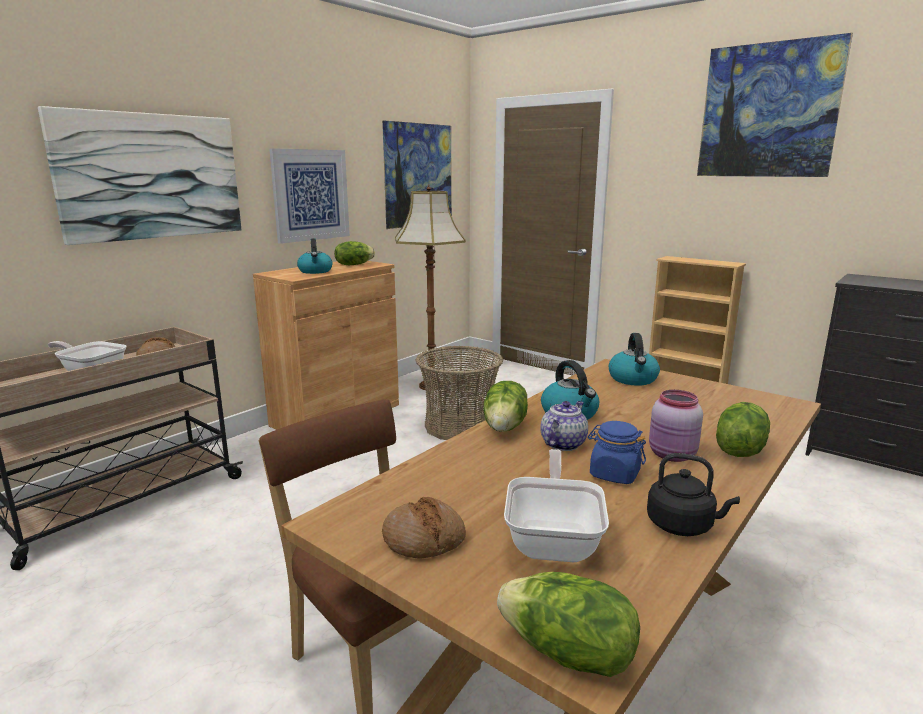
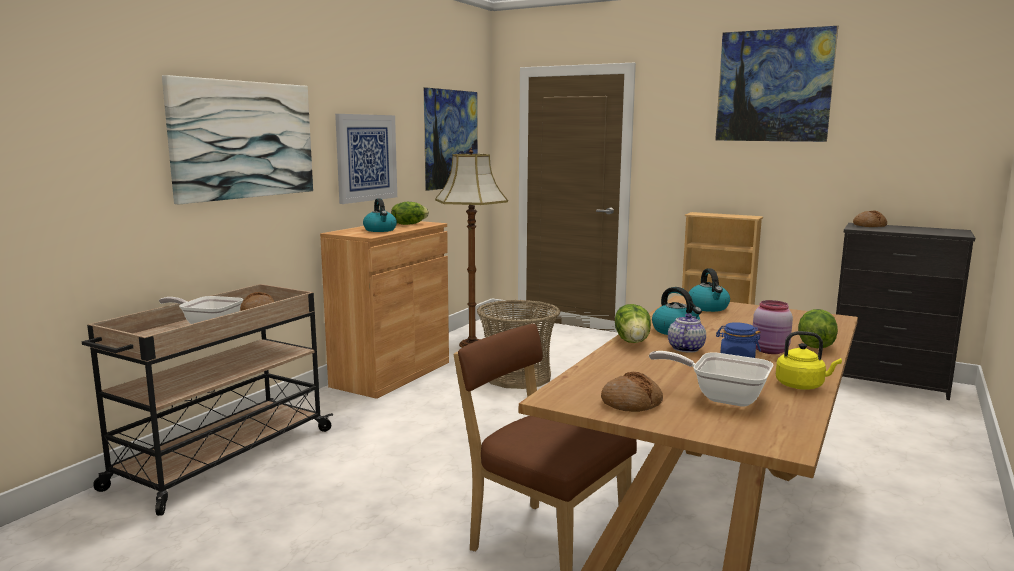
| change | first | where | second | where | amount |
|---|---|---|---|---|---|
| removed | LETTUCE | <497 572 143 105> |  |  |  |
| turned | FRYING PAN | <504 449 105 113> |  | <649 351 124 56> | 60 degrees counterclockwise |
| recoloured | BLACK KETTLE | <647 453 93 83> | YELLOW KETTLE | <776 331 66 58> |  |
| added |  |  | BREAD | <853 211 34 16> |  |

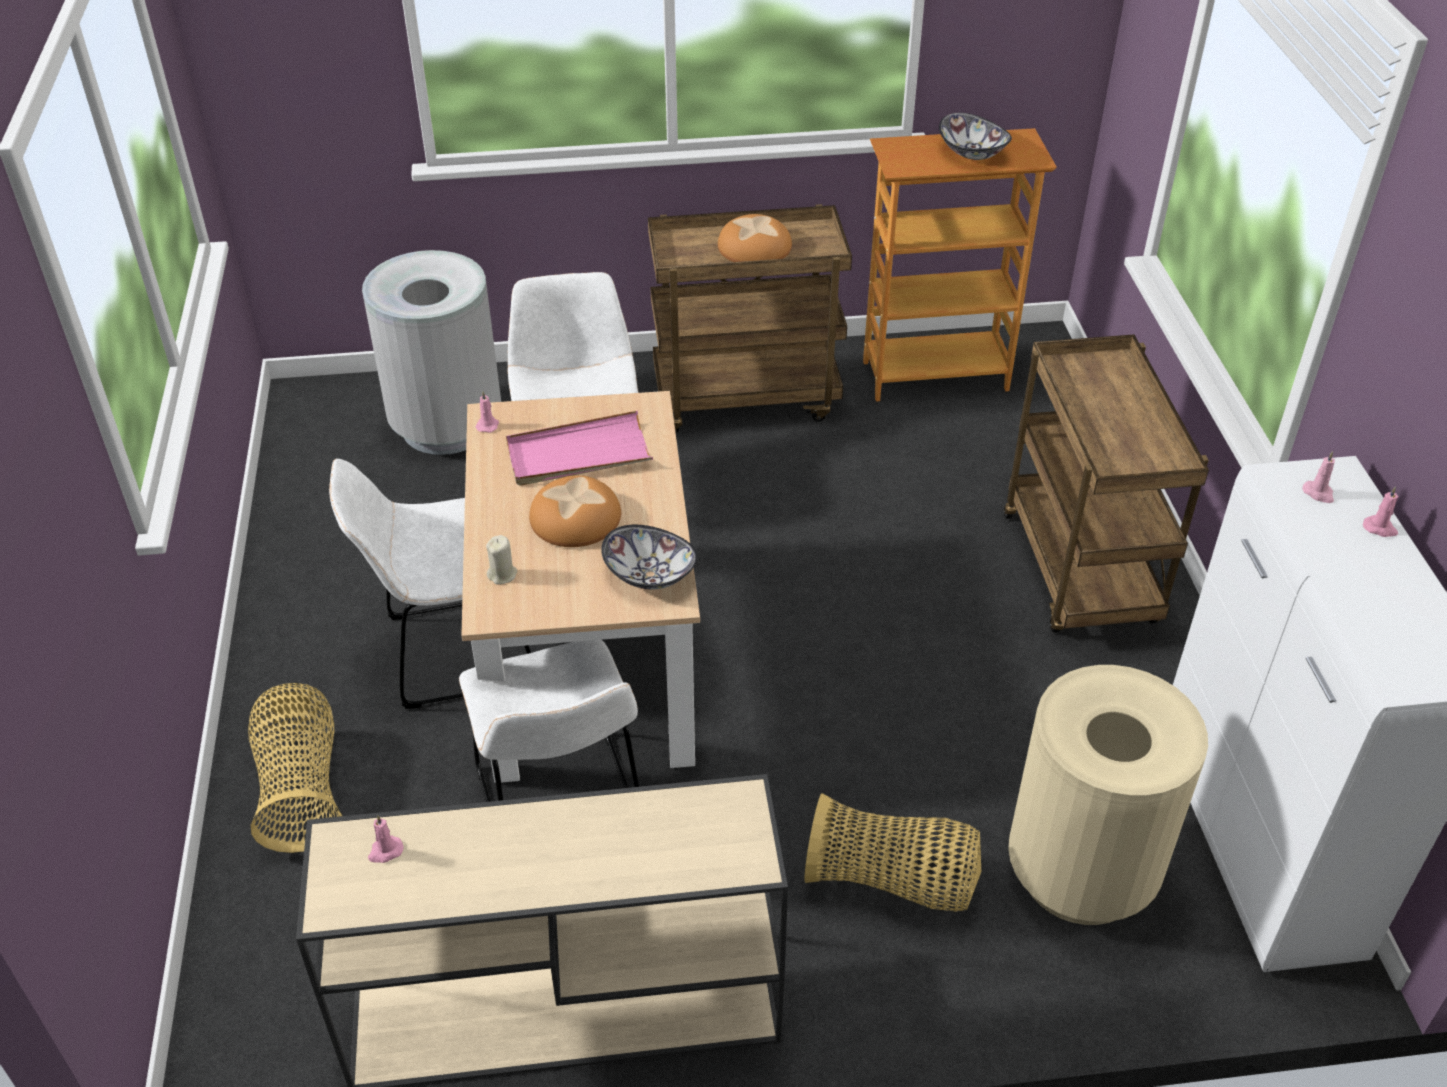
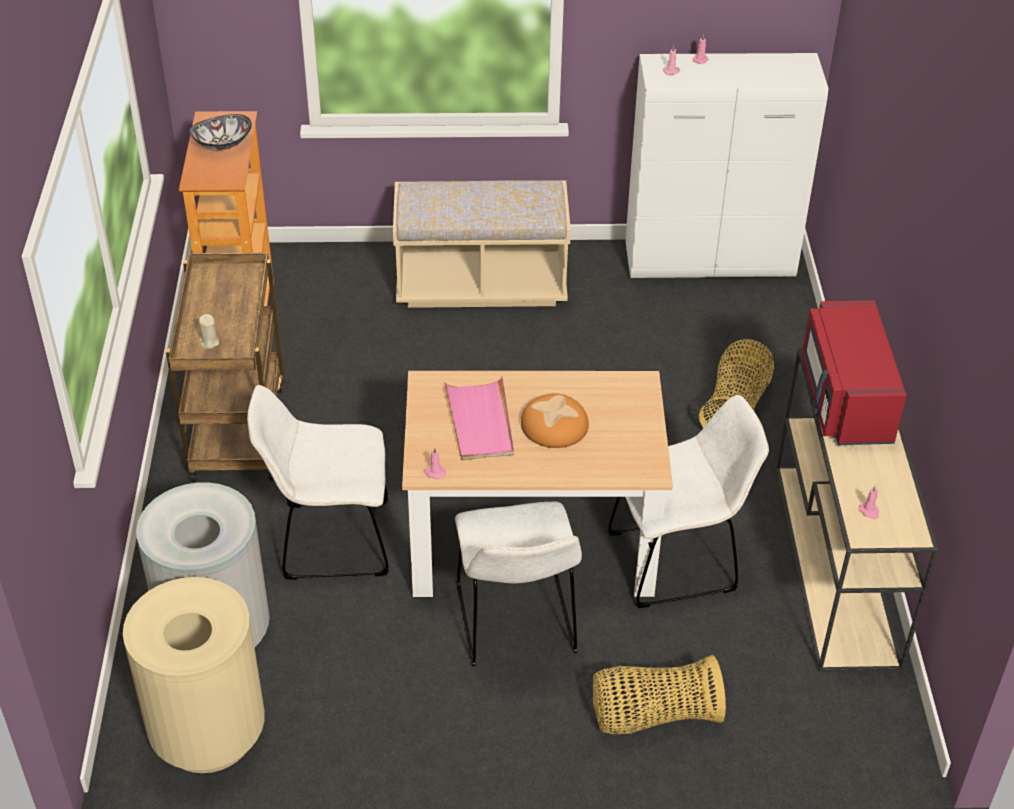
| change | first | where | second | where | amount |
|---|---|---|---|---|---|
| moved | BEIGE CANDLE | <486 535 31 50> |  | <199 314 20 35> |  |
| removed | BOWL | <601 525 96 64> |  |  |  |
| removed | BREAD | <718 214 74 48> |  |  |  |
| replaced | BROWN CART | <1004 334 205 299> | BEIGE BENCH | <393 180 178 128> |  |
| moved | BEIGE TRASH CAN | <1008 665 200 260> |  | <123 577 142 196> |  |
| added |  |  | RED MICROWAVE | <802 300 105 145> |  |

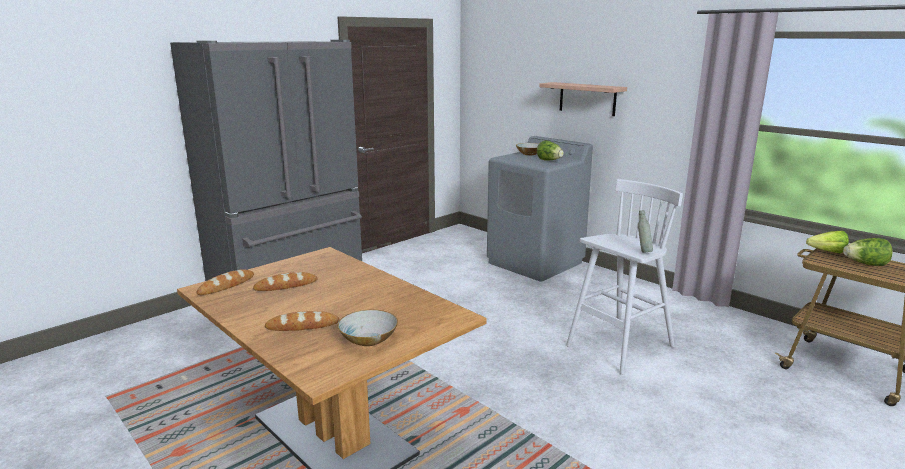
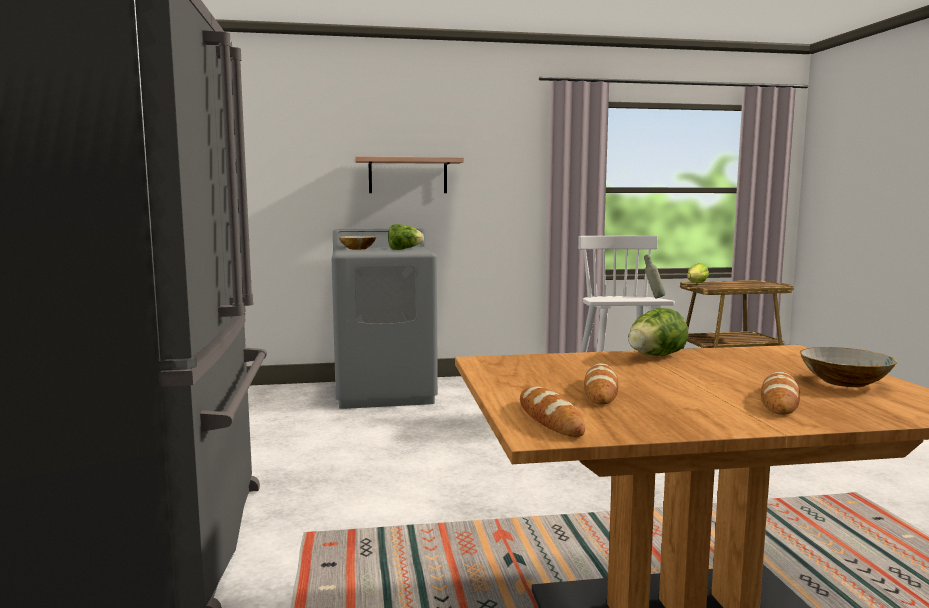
| change | first | where | second | where | amount |
|---|---|---|---|---|---|
| moved | LETTUCE | <843 238 50 28> |  | <628 308 60 48> |  |

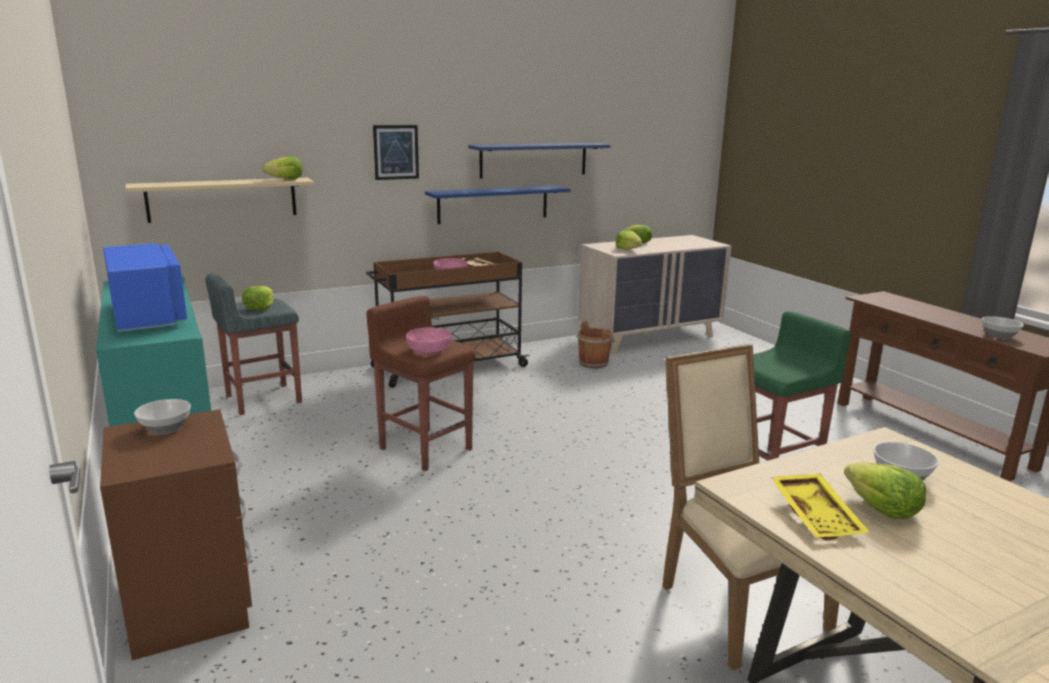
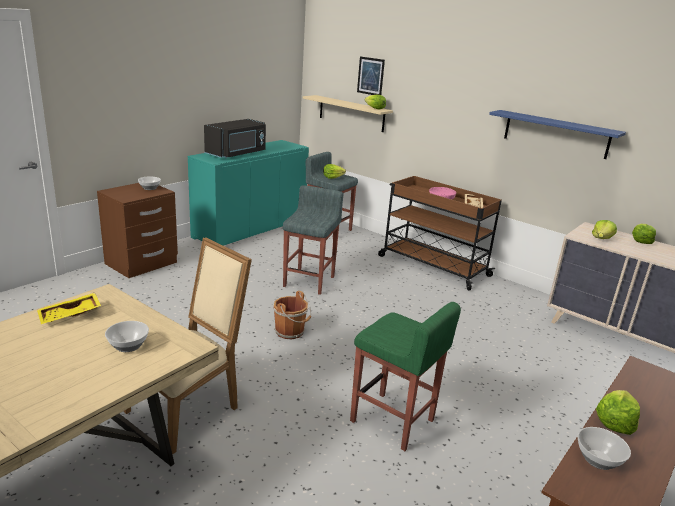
| change | first | where | second | where | amount |
|---|---|---|---|---|---|
| recoloured | BLUE MICROWAVE | <103 243 84 89> | BLACK MICROWAVE | <204 119 62 39> |  |
| recoloured | BROWN STOOL | <366 296 110 175> | GREY STOOL | <283 185 61 110> |  |
| moved | PICTURE | <373 125 46 55> |  | <357 56 28 39> |  |
| removed | PINK BOWL | <406 327 45 28> |  |  |  |
| removed | BLUE SHELF | <425 185 146 39> |  |  |  |
| moved | BROWN BUCKET | <576 321 40 47> |  | <273 291 38 48> |  |
| moved | LETTUCE | <844 463 82 56> |  | <596 390 44 45> |  |

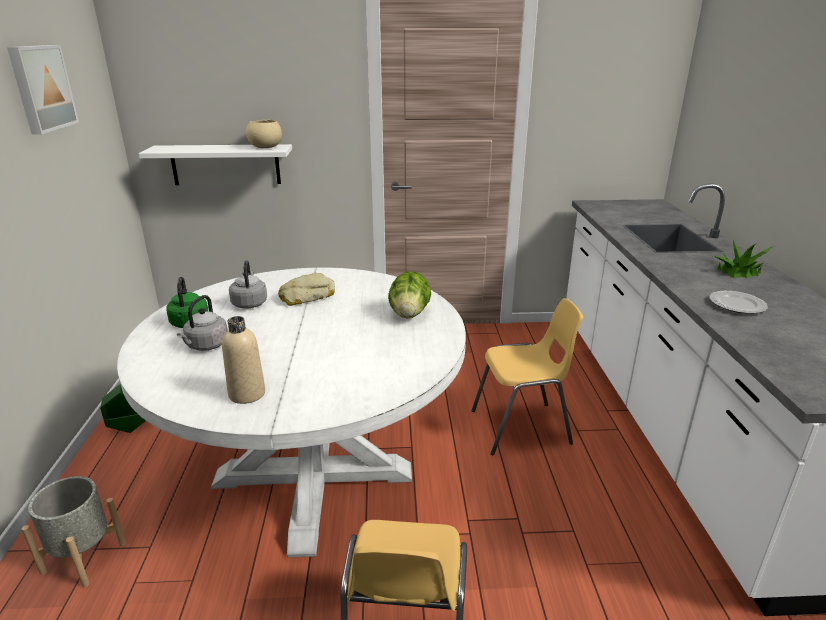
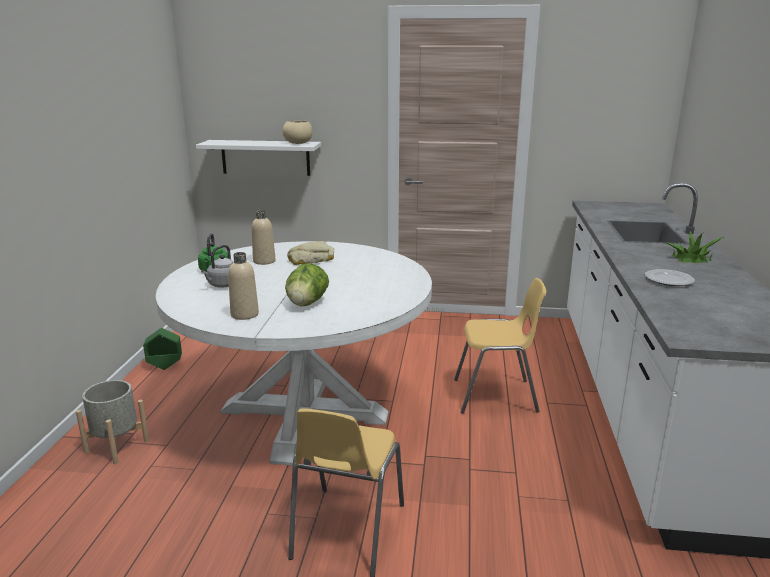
| change | first | where | second | where | amount |
|---|---|---|---|---|---|
| removed | PICTURE | <7 45 72 90> |  |  |  |
| replaced | GREY KETTLE | <229 260 38 48> | BEIGE BOTTLE | <252 210 23 55> |  |
| moved | LETTUCE | <388 271 43 48> |  | <285 263 44 43> |  |

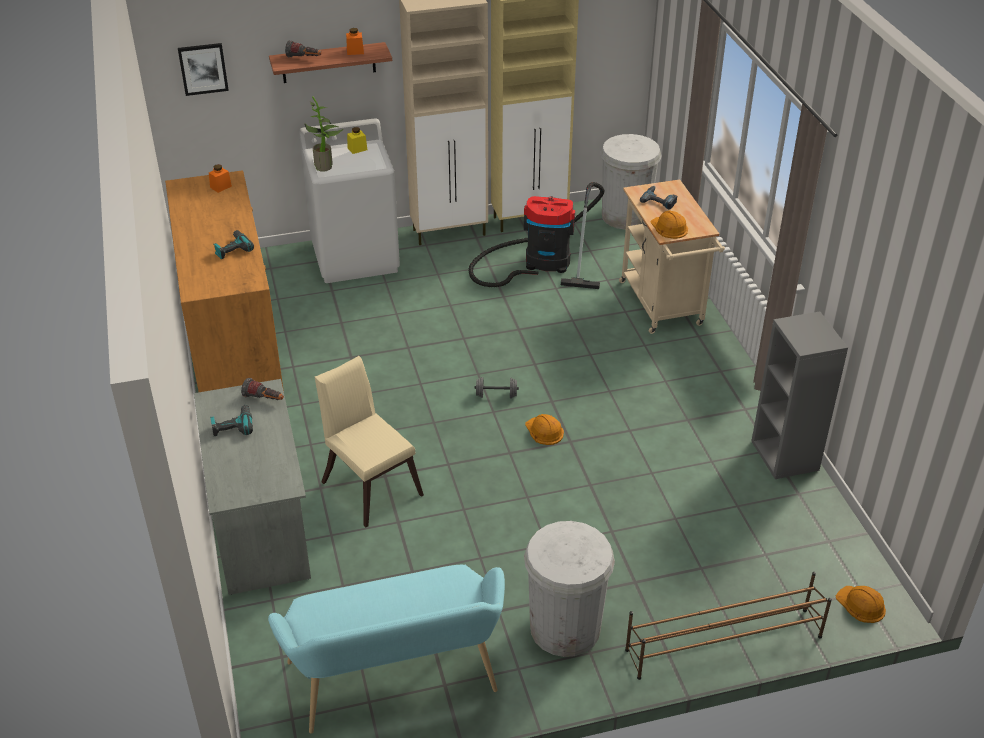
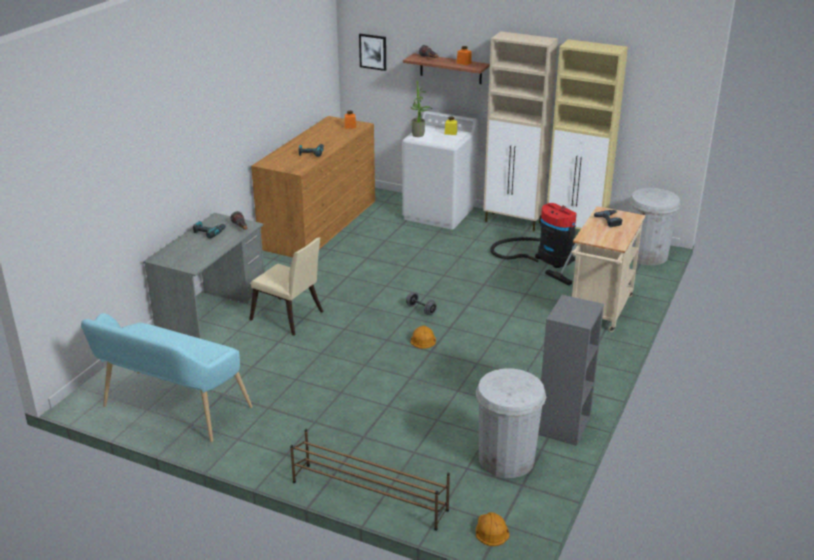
| change | first | where | second | where | amount |
|---|---|---|---|---|---|
| turned | BEIGE CHAIR | <315 356 109 171> |  | <249 237 75 99> | 120 degrees clockwise |
| moved | WHITE TRASH CAN | <524 521 91 136> |  | <476 369 70 109> |  |
| removed | ORANGE HARD HAT | <650 210 38 29> |  |  |  |

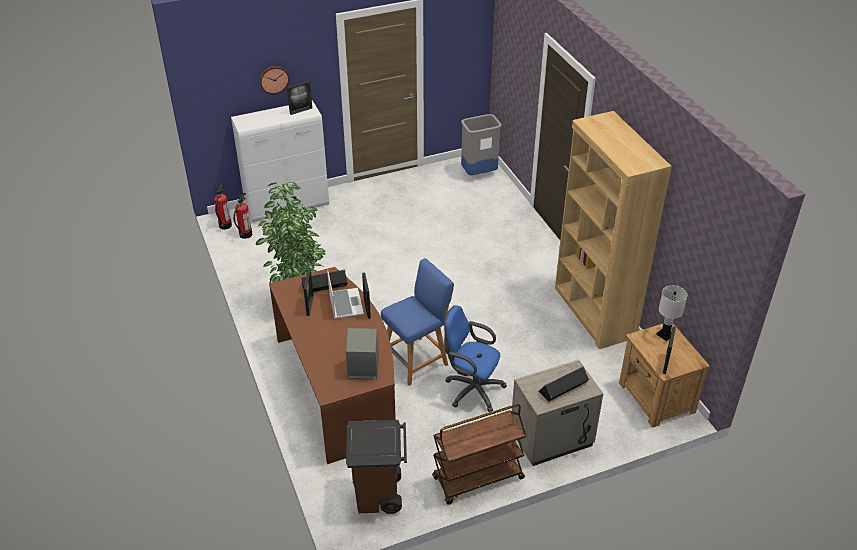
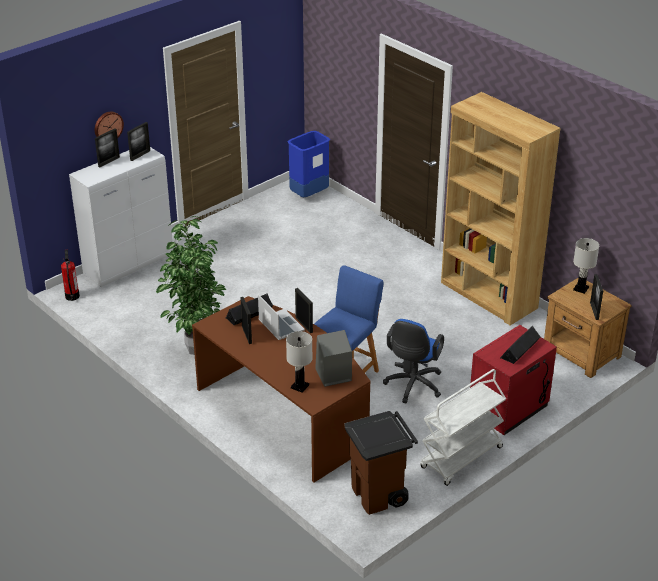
| change | first | where | second | where | amount |
|---|---|---|---|---|---|
| removed | FIRE EXTINGUISHER | <233 193 19 46> |  |  |  |
| recoloured | BROWN CART | <432 404 94 101> | WHITE CART | <420 369 86 117> |  |
| turned | BLUE OFFICE CHAIR | <444 305 63 107> |  | <383 319 61 84> | 75 degrees counterclockwise |
| recoloured | GREY TRASH CAN | <461 114 40 61> | BLUE TRASH CAN | <288 131 42 66> |  |
| recoloured | BEIGE NIGHTSTAND | <512 360 91 106> | RED NIGHTSTAND | <470 325 87 110> |  |
| added |  |  | PICTURE FRAME | <95 128 25 39> |  |
| added |  |  | WHITE TABLE LAMP | <286 331 27 62> |  |

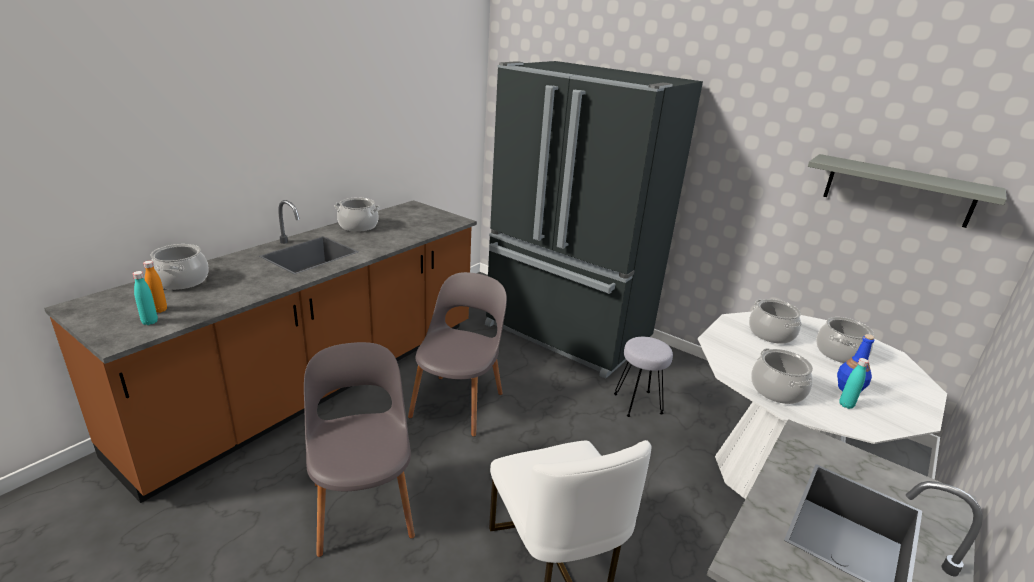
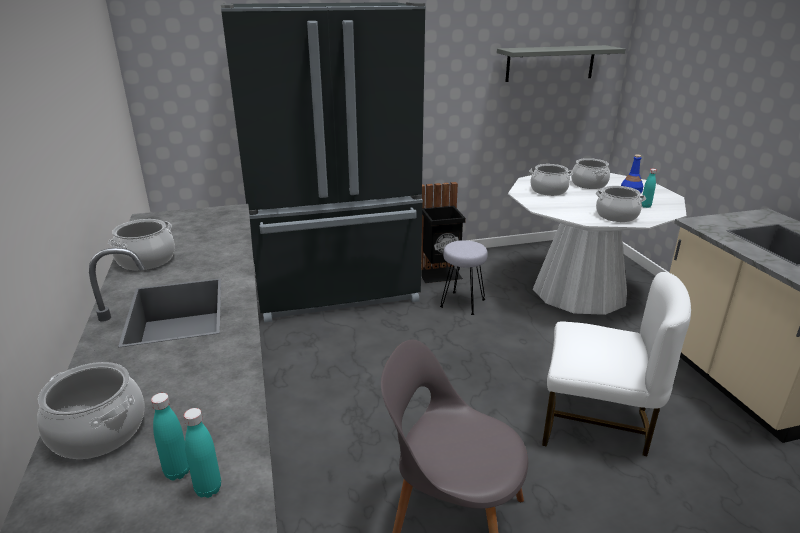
| change | first | where | second | where | amount |
|---|---|---|---|---|---|
| recoloured | ORANGE BOTTLE | <143 261 24 52> | TURQUOISE BOTTLE | <151 393 38 87> |  |
| removed | GREY CHAIR | <408 272 99 165> |  |  |  |
| added |  |  | BLACK TRASH CAN | <421 182 45 101> |  |

